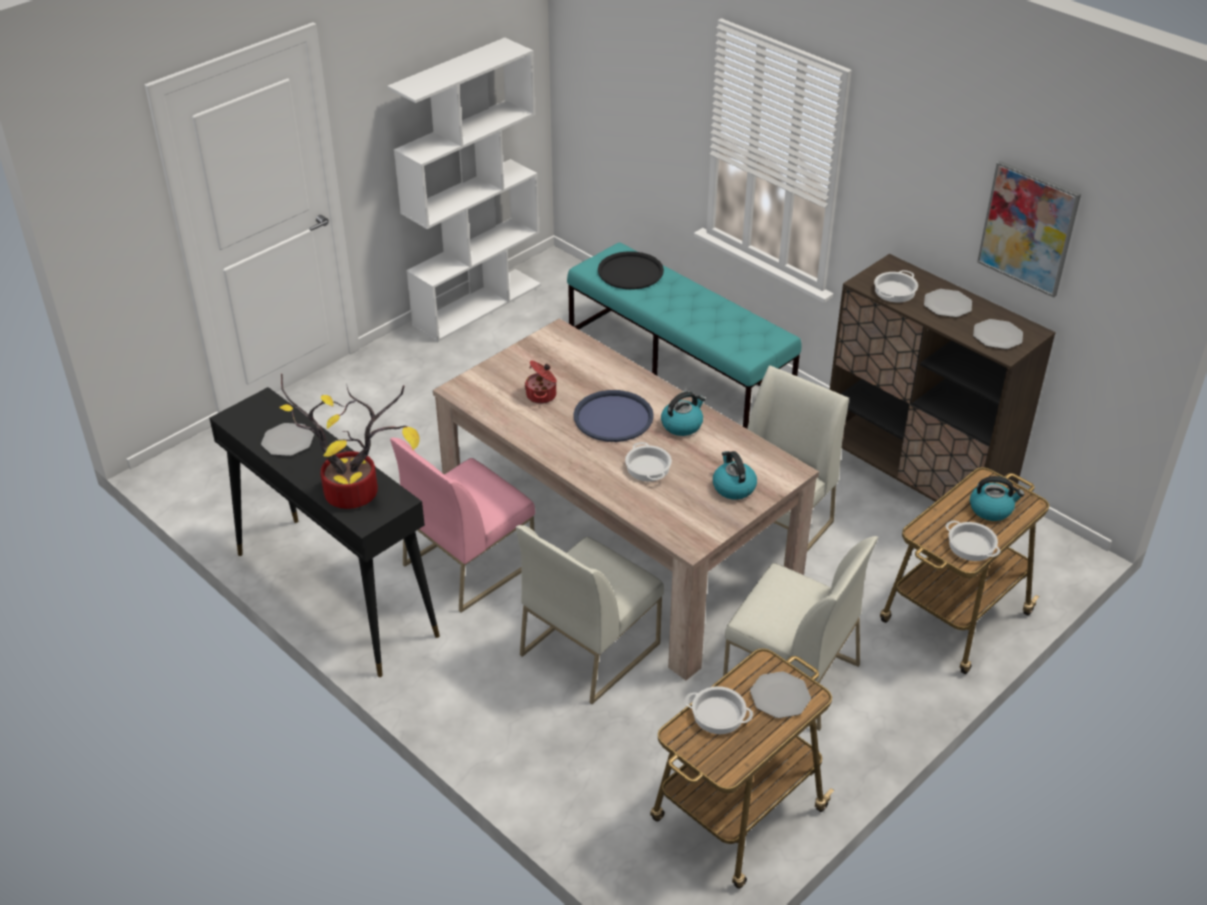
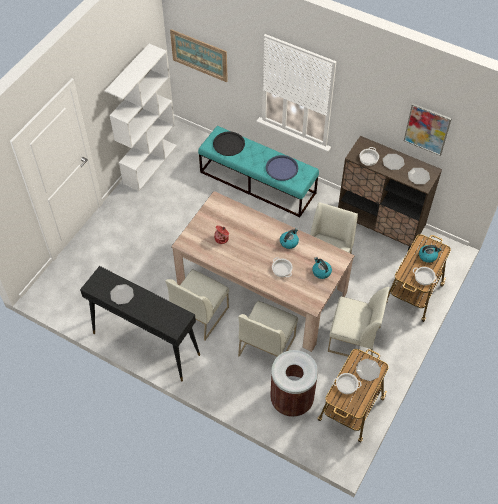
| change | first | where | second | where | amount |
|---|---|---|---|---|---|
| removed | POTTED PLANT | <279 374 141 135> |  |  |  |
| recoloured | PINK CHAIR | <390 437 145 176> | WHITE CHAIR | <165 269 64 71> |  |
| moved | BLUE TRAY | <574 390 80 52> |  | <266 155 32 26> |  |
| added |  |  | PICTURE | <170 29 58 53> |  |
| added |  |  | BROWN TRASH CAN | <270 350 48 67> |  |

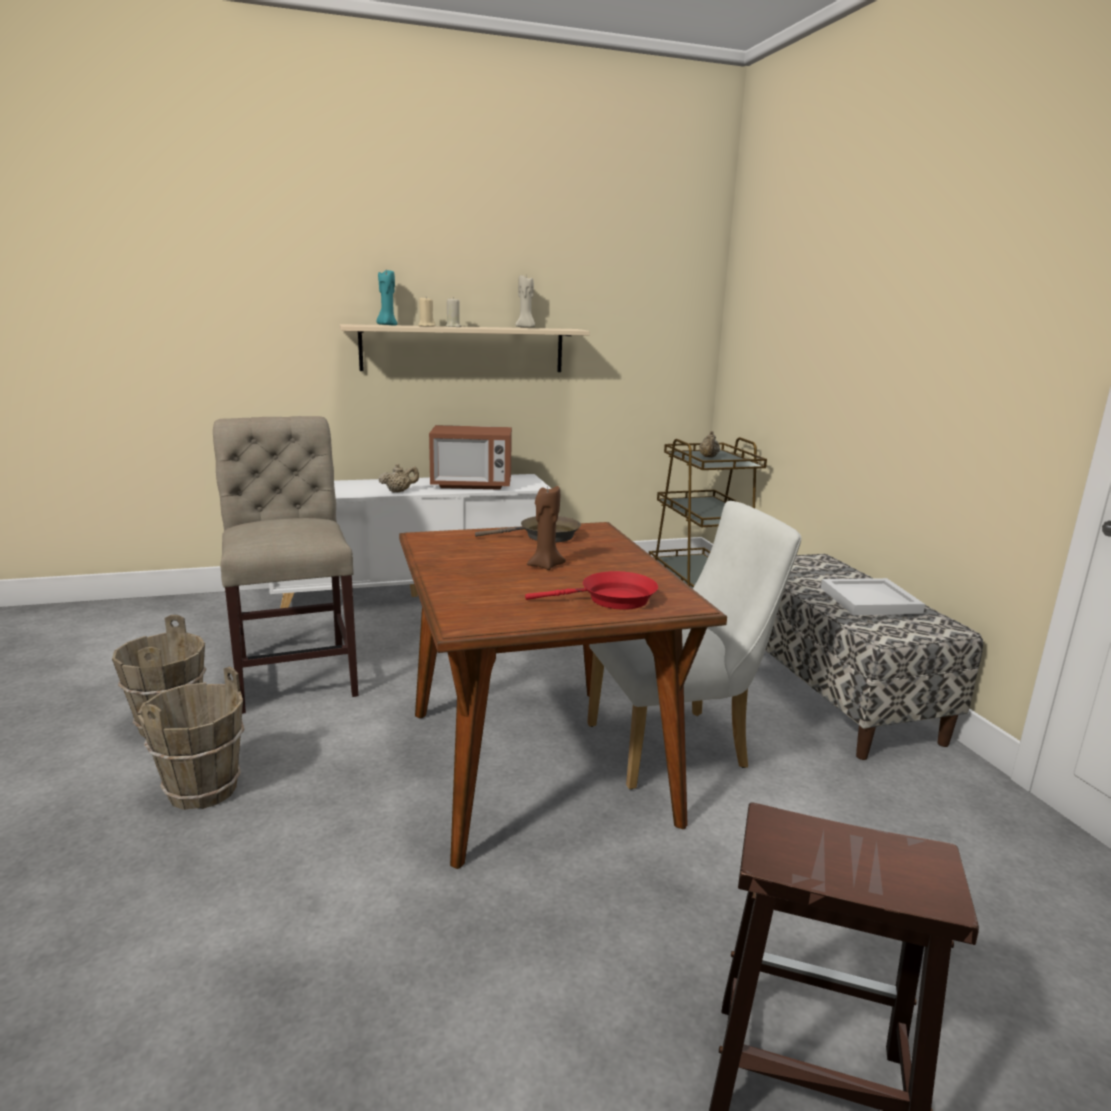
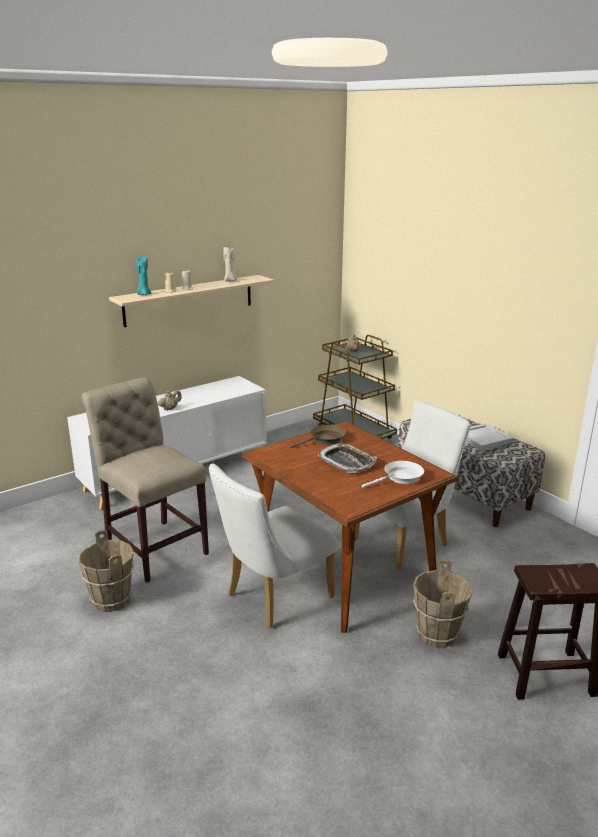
| change | first | where | second | where | amount |
|---|---|---|---|---|---|
| moved | BROWN BUCKET | <137 666 107 144> |  | <413 559 59 89> |  |
| removed | MICROWAVE | <429 425 83 65> |  |  |  |
| recoloured | RED FRYING PAN | <525 571 133 39> | WHITE FRYING PAN | <362 461 62 27> |  |
| replaced | BROWN CANDLE | <527 486 39 84> | TRAY | <317 443 60 30> |  |
| added |  |  | WHITE CHAIR | <209 463 129 166> |  |

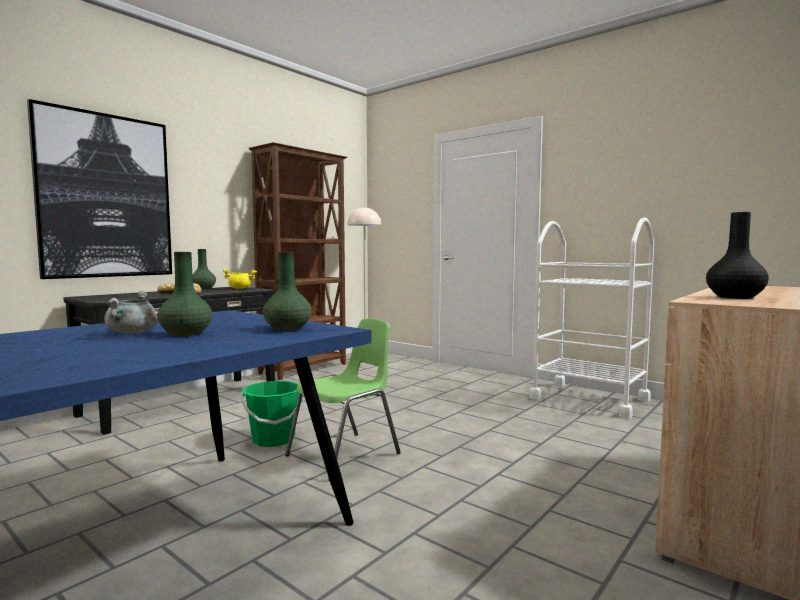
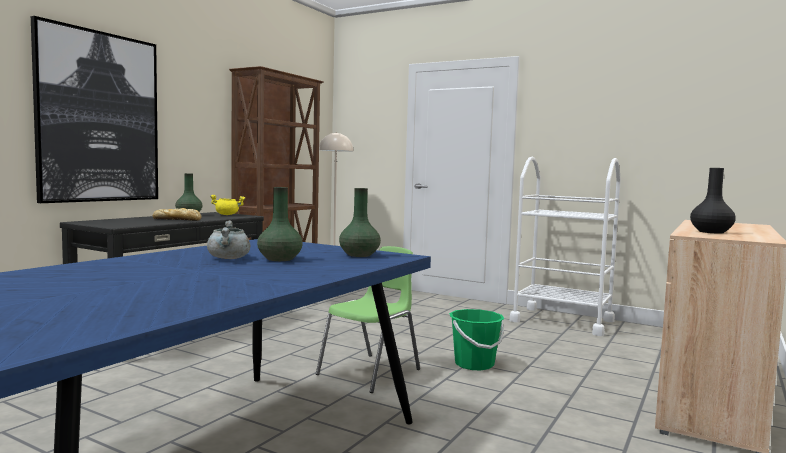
| change | first | where | second | where | amount |
|---|---|---|---|---|---|
| moved | GREEN BUCKET | <241 381 62 66> |  | <449 309 55 61> |  |

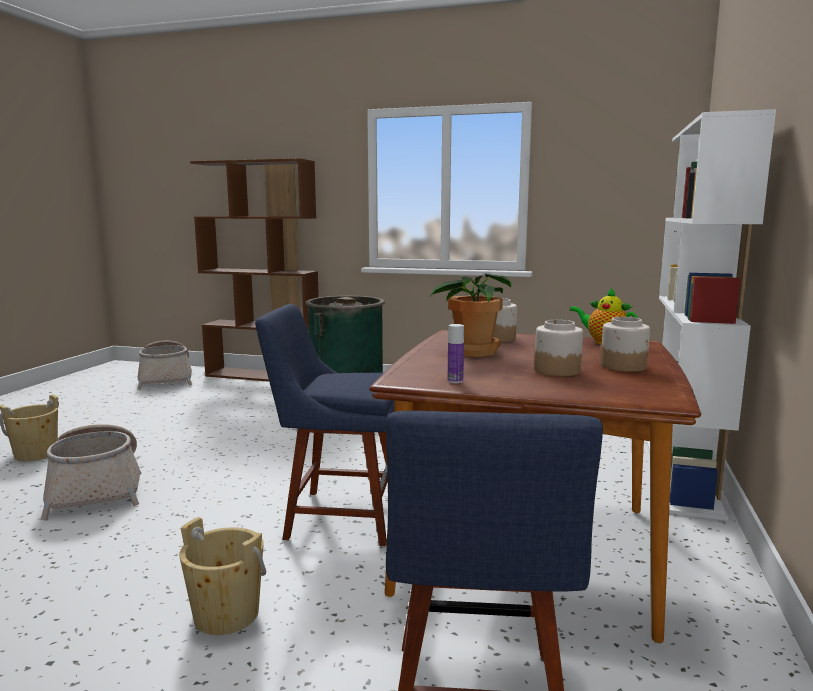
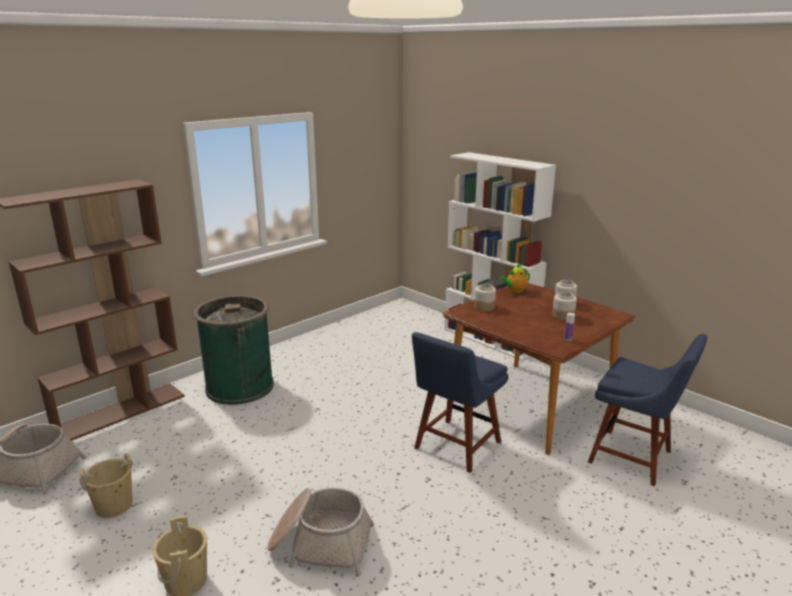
| change | first | where | second | where | amount |
|---|---|---|---|---|---|
| moved | BEIGE BUCKET | <179 517 87 118> |  | <79 453 54 65> |  |
| removed | POTTED PLANT | <430 274 82 83> |  |  |  |

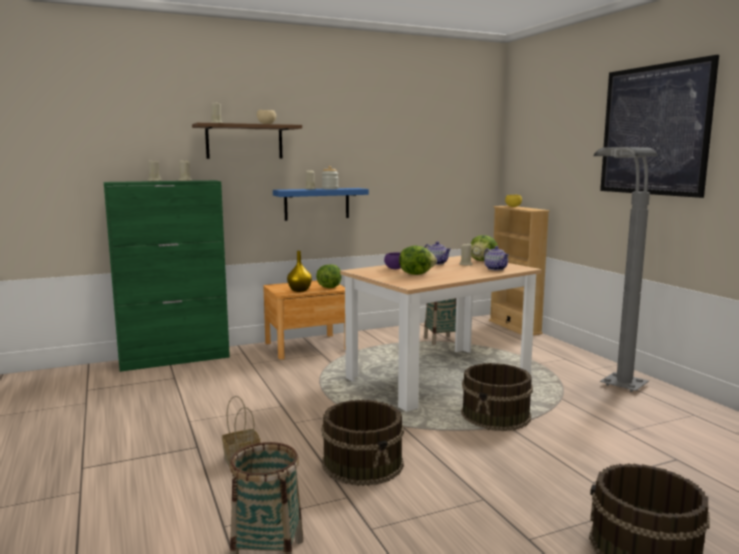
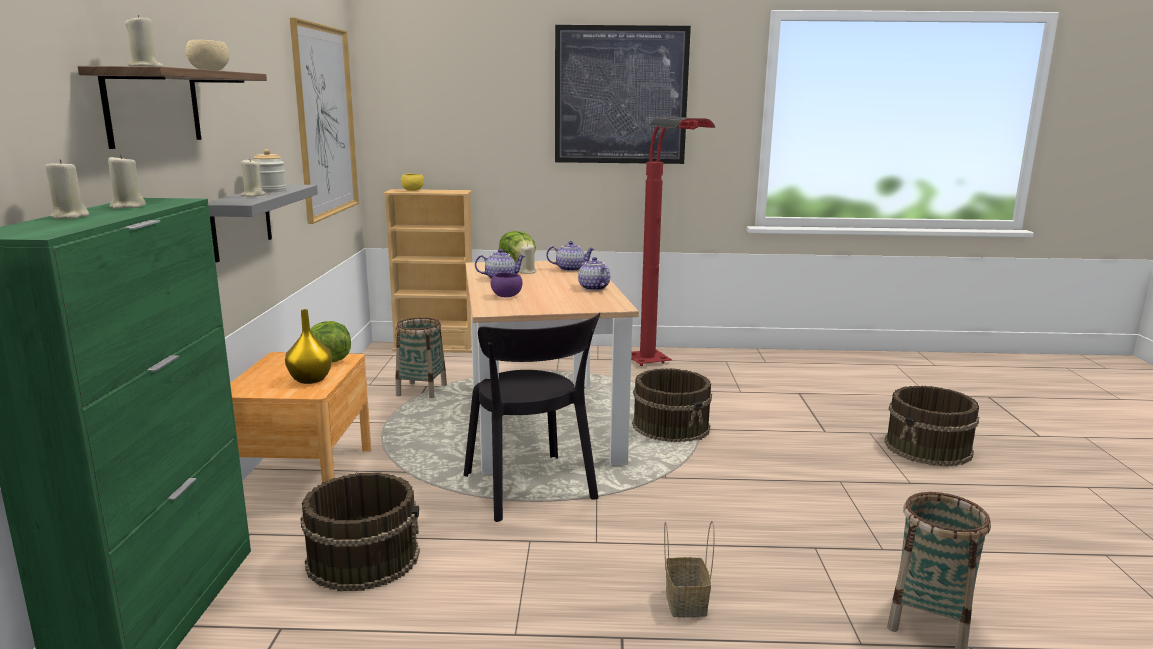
| change | first | where | second | where | amount |
|---|---|---|---|---|---|
| recoloured | BLUE SHELF | <273 188 96 33> | GREY SHELF | <208 184 110 78> |  |
| moved | BROWN BUCKET | <322 400 82 86> |  | <300 473 120 118> |  |
| removed | LETTUCE | <399 245 38 30> |  |  |  |
| recoloured | GREY FLOOR LAMP | <594 147 64 245> | RED FLOOR LAMP | <631 117 84 249> |  |
| added |  |  | PICTURE | <290 18 69 206> |  |
| added |  |  | BLACK CHAIR | <464 313 136 209> |  |
| added |  |  | TEAPOT | <578 257 32 34> |  |

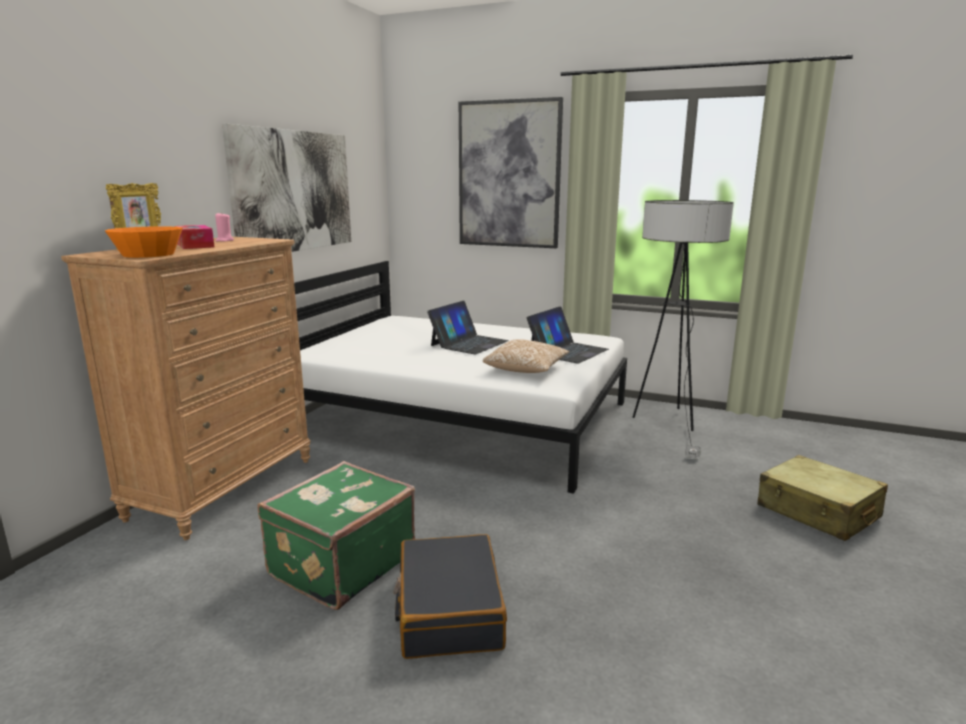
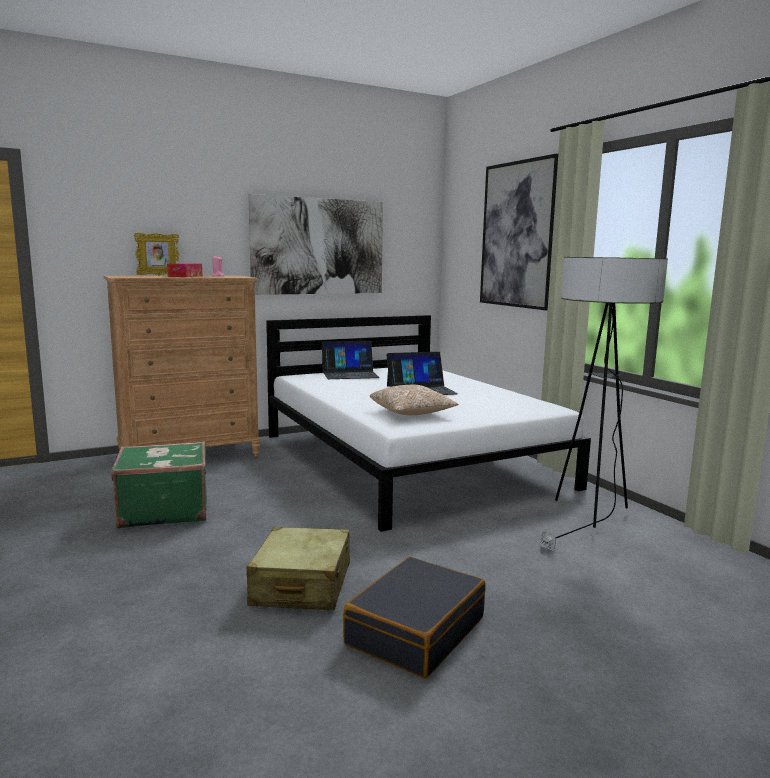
| change | first | where | second | where | amount |
|---|---|---|---|---|---|
| removed | ORANGE BOWL | <105 226 78 32> |  |  |  |
| moved | BLACK SUITCASE | <394 534 113 125> |  | <343 557 142 121> |  |
| moved | LAPTOP | <527 306 82 58> |  | <322 341 58 38> |  |
| moved | BEIGE SUITCASE | <758 455 130 86> |  | <247 527 103 83> |  |

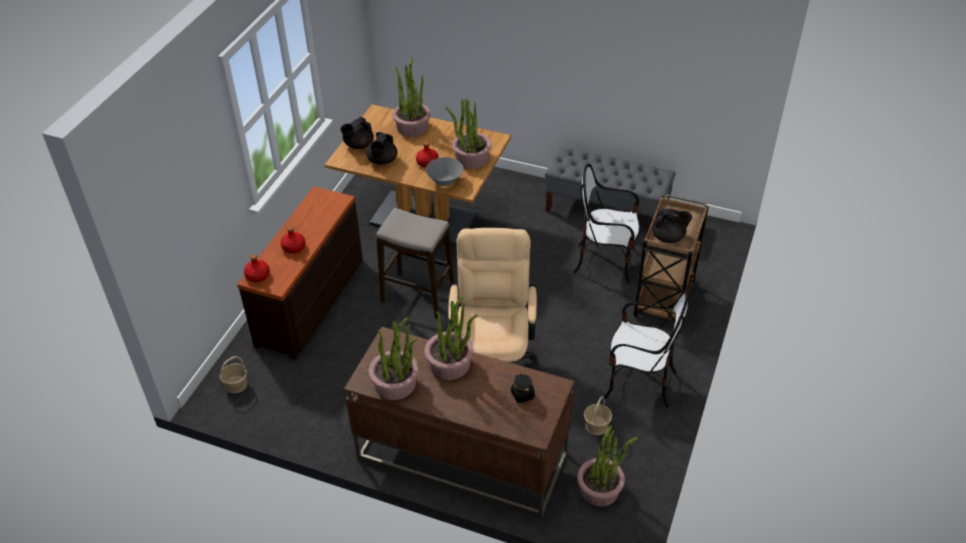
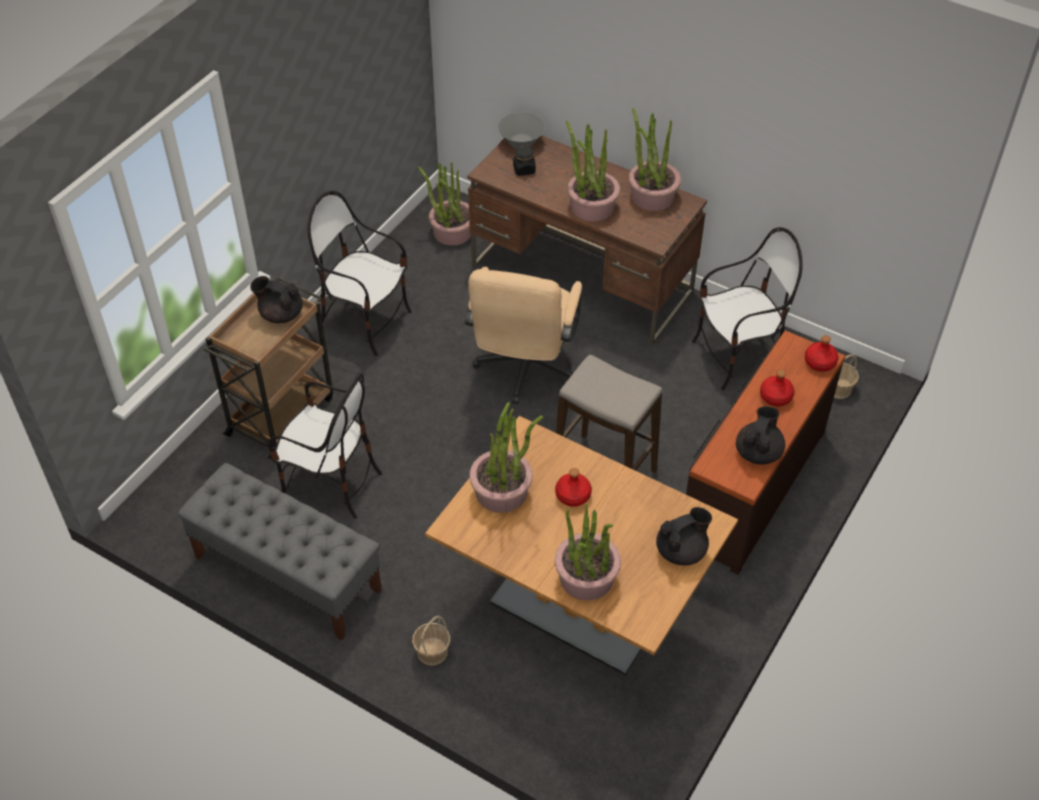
| change | first | where | second | where | amount |
|---|---|---|---|---|---|
| moved | BLACK TEAPOT | <366 132 31 33> |  | <736 406 49 58> |  |
| moved | GREY BOWL | <426 157 37 29> |  | <498 112 47 36> |  |
| moved | BASKET | <584 396 28 39> |  | <412 615 39 50> |  |
| added |  |  | CHAIR | <692 227 111 163> |  |

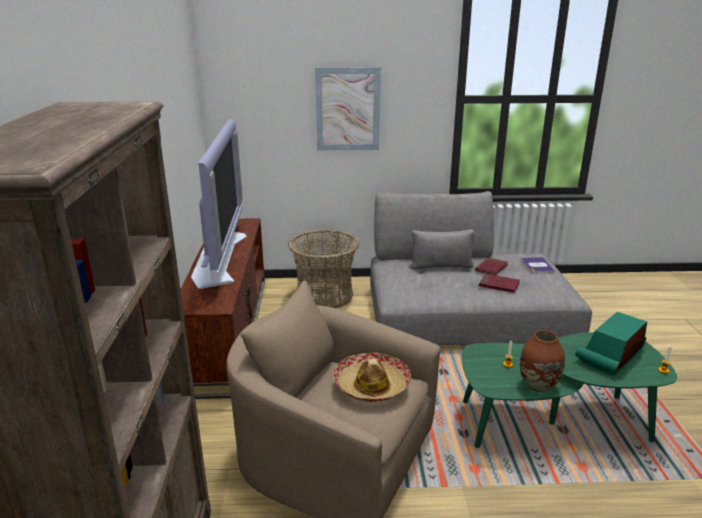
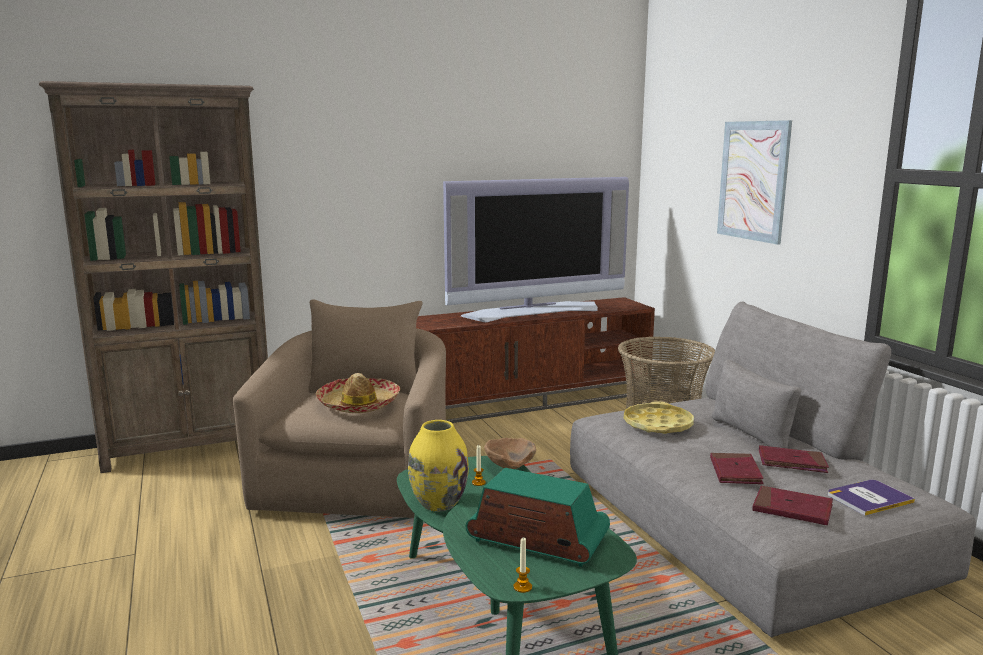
| change | first | where | second | where | amount |
|---|---|---|---|---|---|
| recoloured | BROWN VASE | <520 330 45 63> | YELLOW VASE | <408 420 61 92> |  |
| added |  |  | BROWN BOWL | <484 438 52 31> |  |
| added |  |  | YELLOW TRAY | <624 401 70 33> |  |
| added |  |  | RED BOOK | <752 486 81 39> |  |

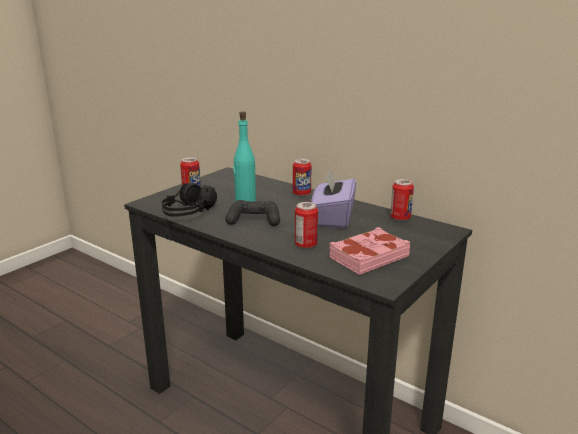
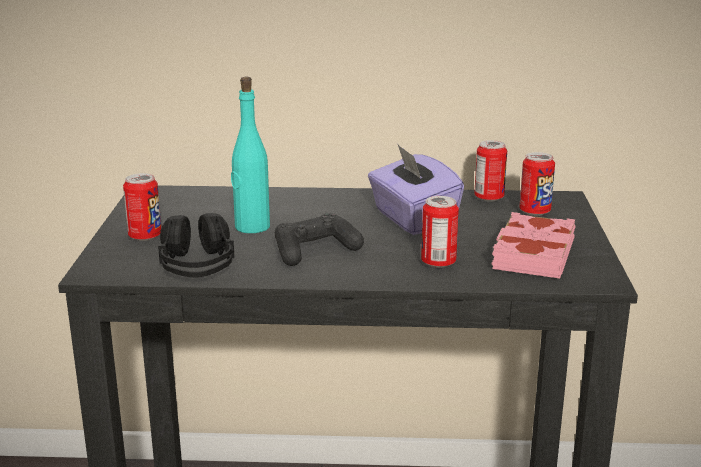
| change | first | where | second | where | amount |
|---|---|---|---|---|---|
| moved | CAN | <293 159 19 37> |  | <519 152 36 64> |  |

